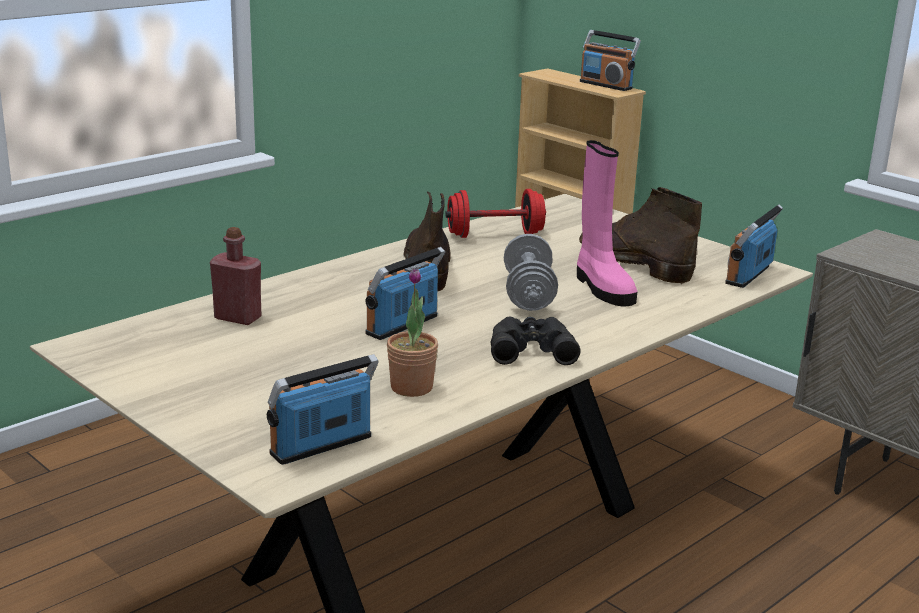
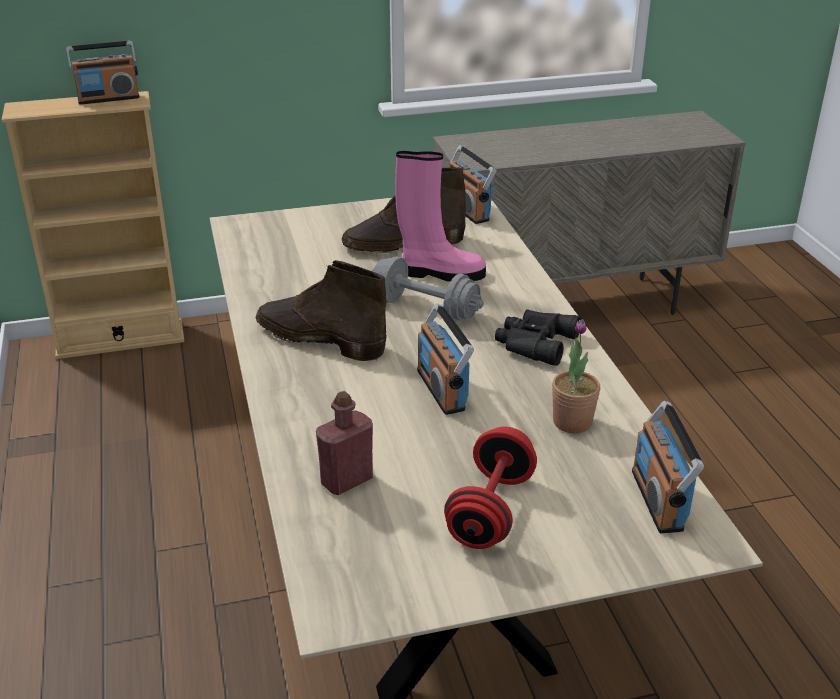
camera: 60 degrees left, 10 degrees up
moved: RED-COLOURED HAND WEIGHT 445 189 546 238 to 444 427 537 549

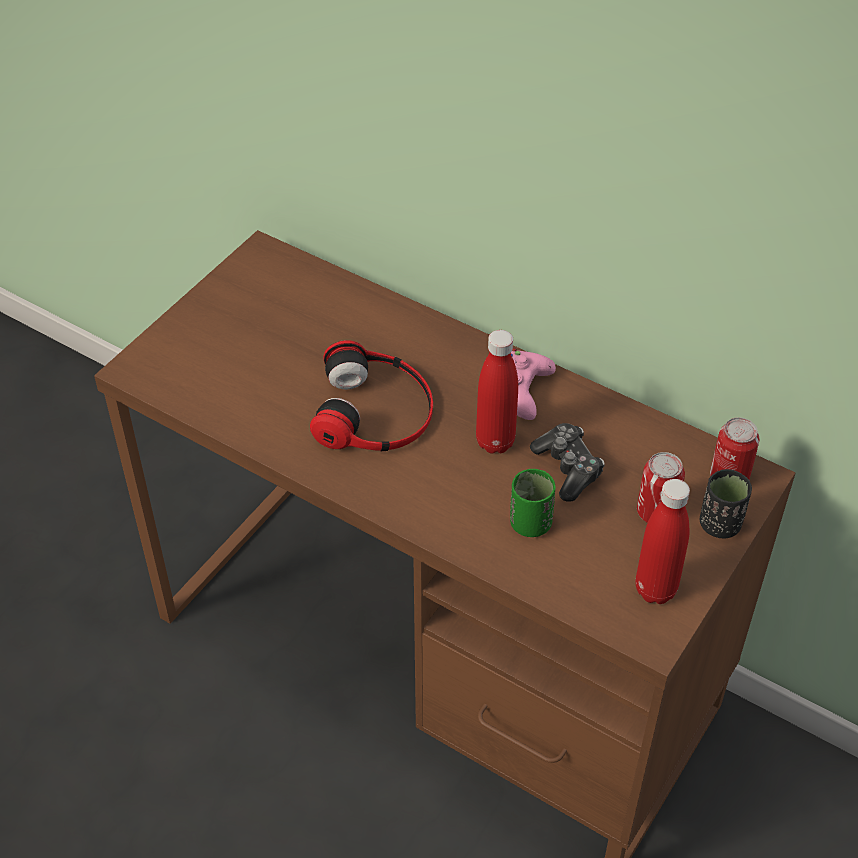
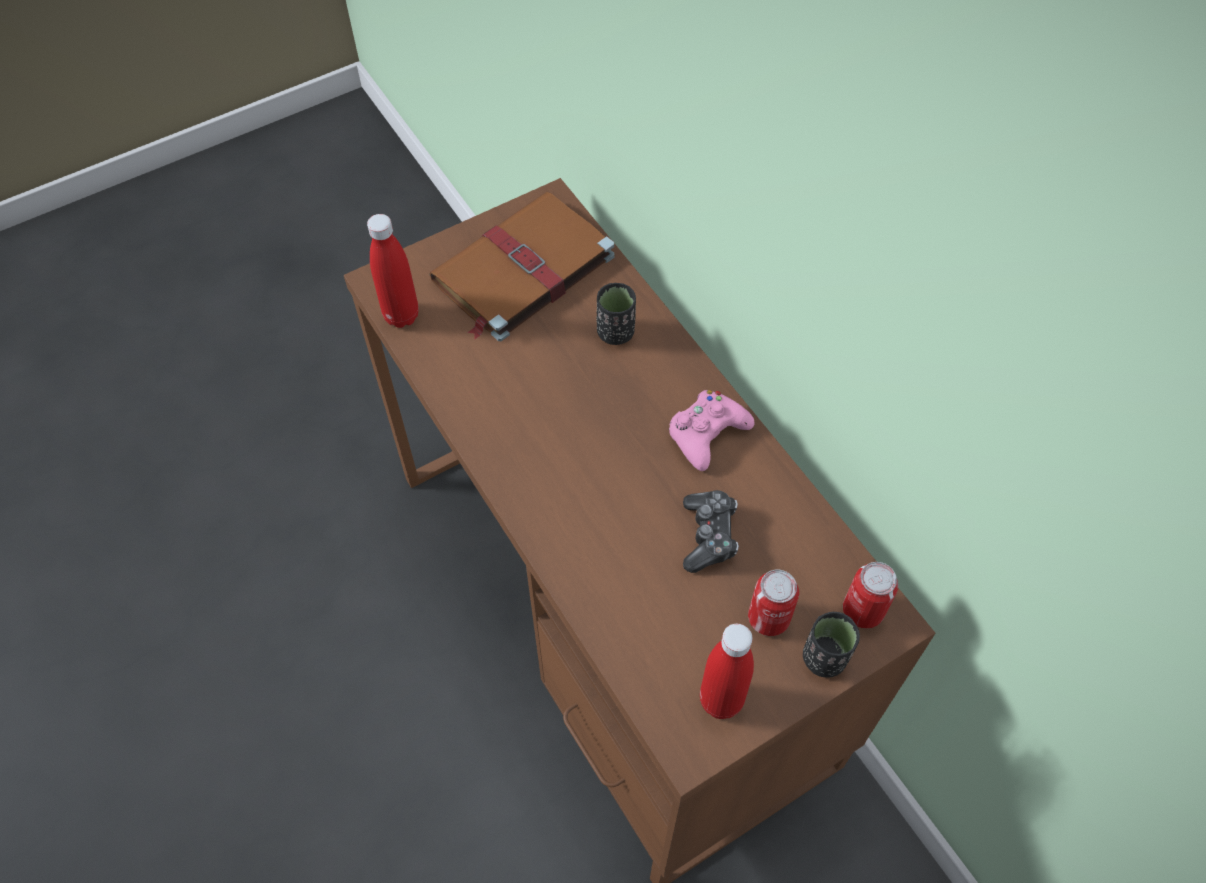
camera: 25 degrees right, 10 degrees up
removed: HEADSET 310 340 433 451; GREEN CUP 510 469 556 537
added: BROWN-COLOURED BOUND BOOK 429 192 614 341; BLACK CUP 597 283 636 345
moved: RED-COLOURED DRINK BOTTLE 476 330 518 454 to 367 214 419 328

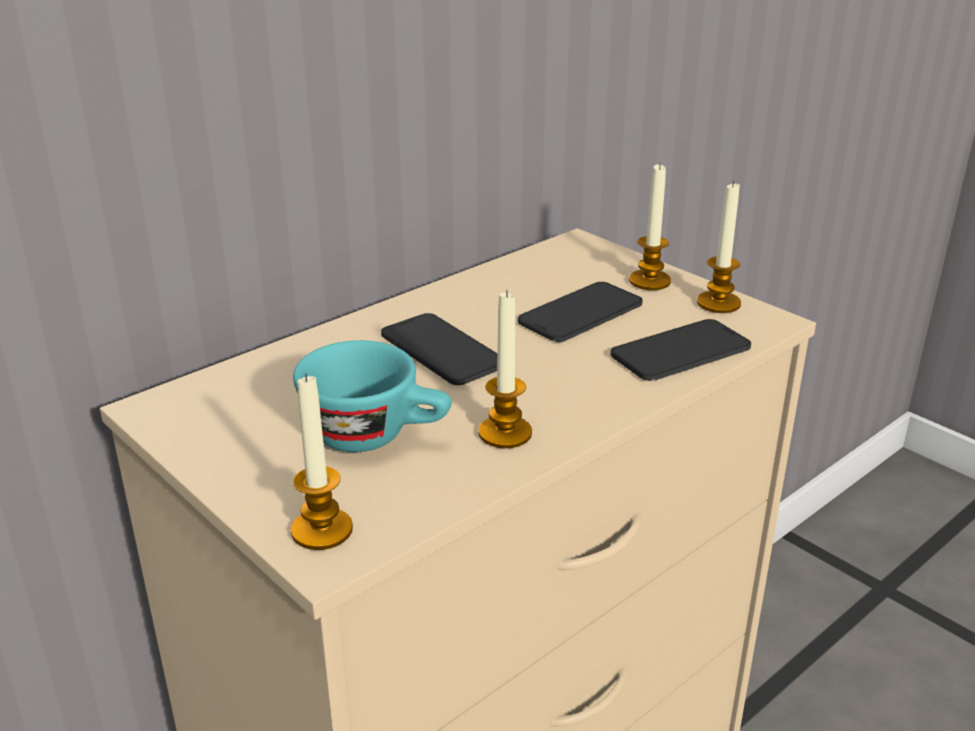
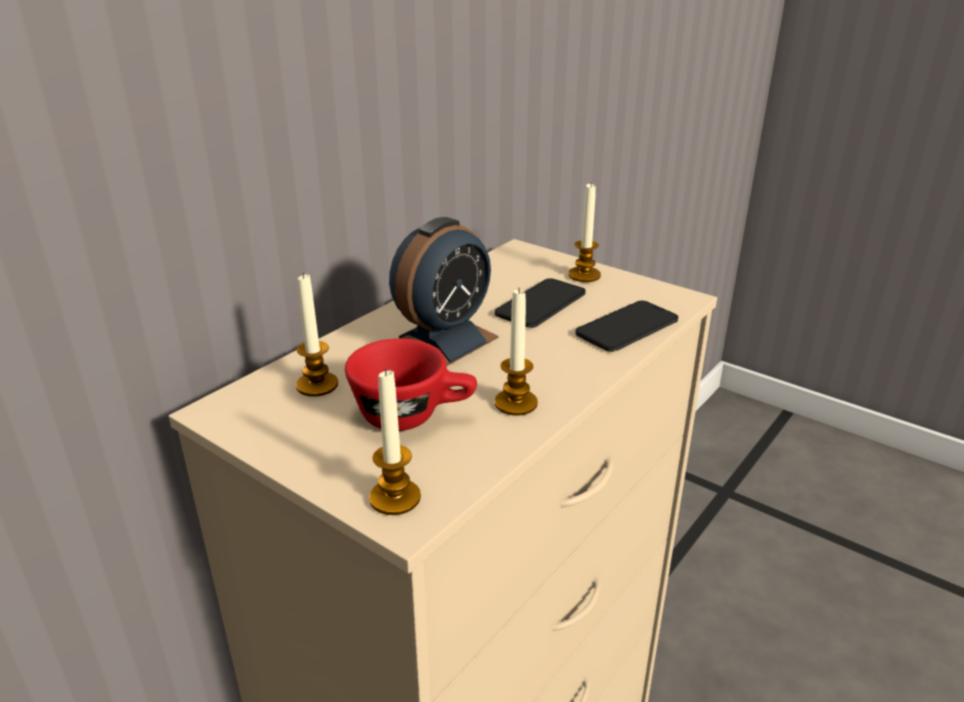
camera: 10 degrees left, 0 degrees up
moved: CANDLE 697 181 741 313 to 296 273 338 397
replaced: HANDSET 381 313 497 385 to TABLE CLOCK 389 217 499 366
recoloured: BLUE-GREEN CUP 293 340 452 452 to RED-COLOURED CUP 345 339 477 431

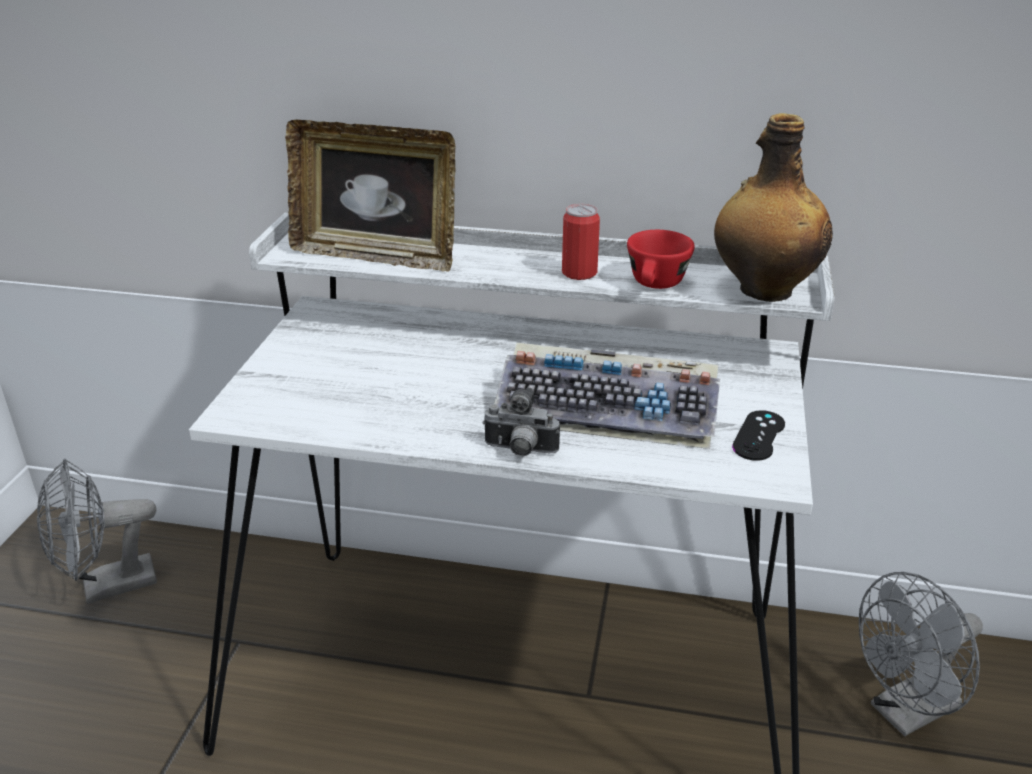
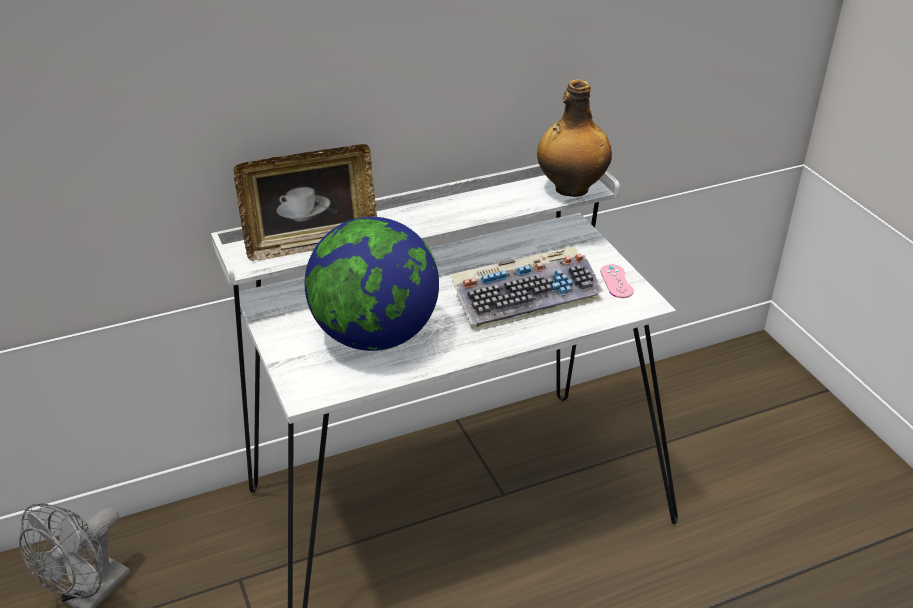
camera: 35 degrees left, 5 degrees up
removed: STILL CAMERA 482 387 560 457; METAL CAN 562 204 600 280; RED-COLOURED CUP 627 230 695 289; GRAY FAN 859 572 983 737
added: WORLD GLOBE 305 217 439 351
recoloured: BLACK GAME CONTROLLER 732 410 785 461 to PINK-COLOURED GAME CONTROLLER 600 264 634 298

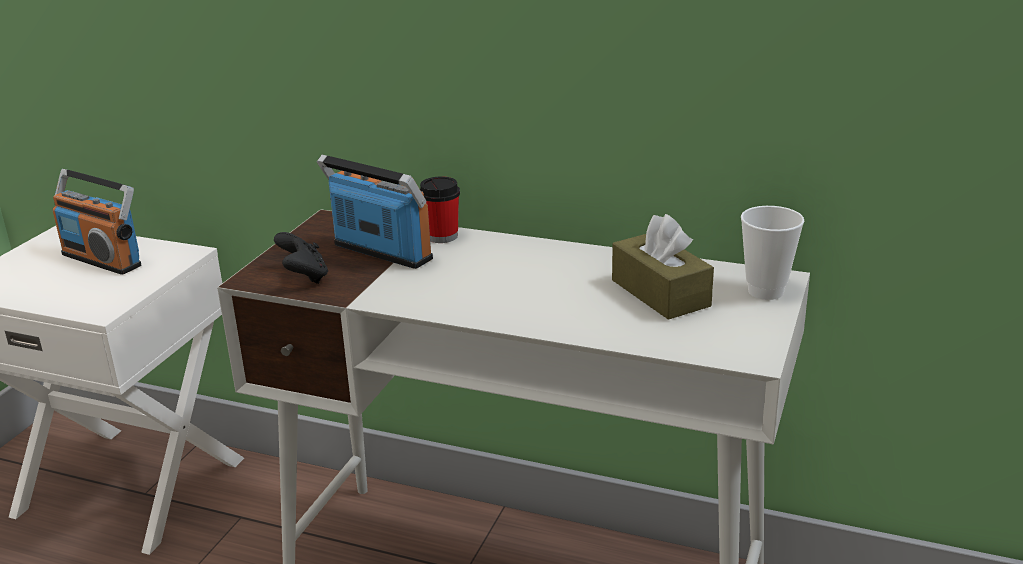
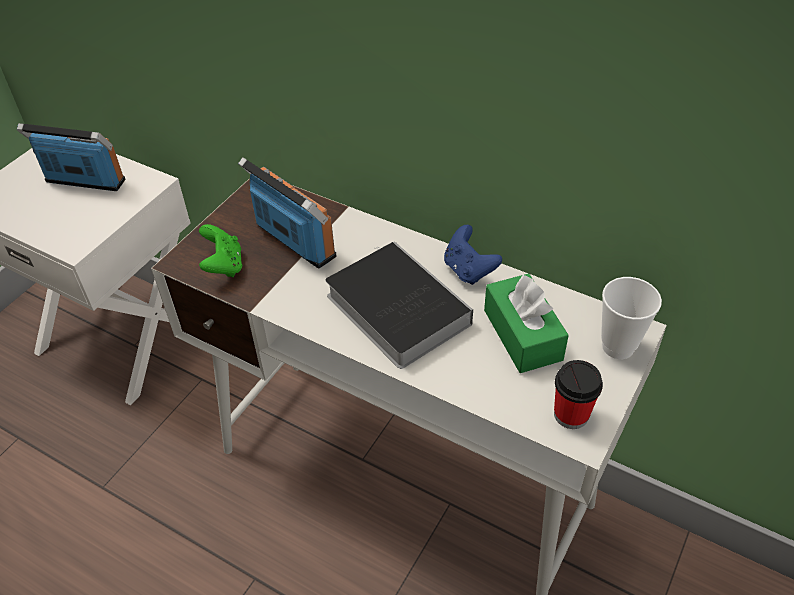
camera: 10 degrees right, 20 degrees up
added: BOUND BOOK 325 241 473 369; BLUE-COLOURED GAME CONTROLLER 444 225 502 285
moved: CUP 420 176 460 243 to 554 360 603 429
recoloured: BLACK GAME CONTROLLER 274 232 328 284 to GREEN GAME CONTROLLER 199 224 242 277; BROWN-COLOURED TISSUE HOLDER 612 214 714 320 to GREEN TISSUE HOLDER 484 274 569 373
turned: RADIO RECEIVER 53 169 141 275 = 17 123 126 191 150 degrees clockwise

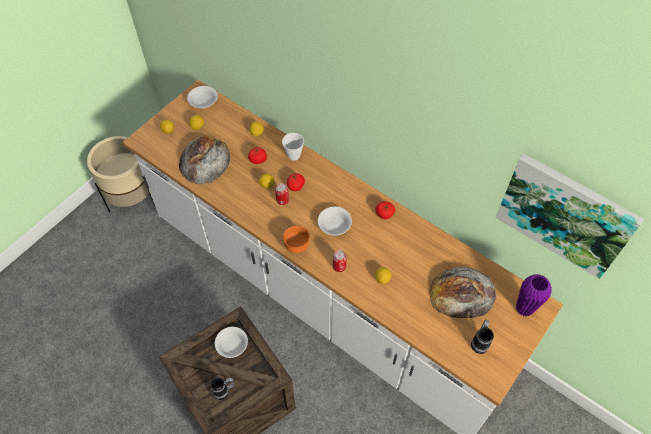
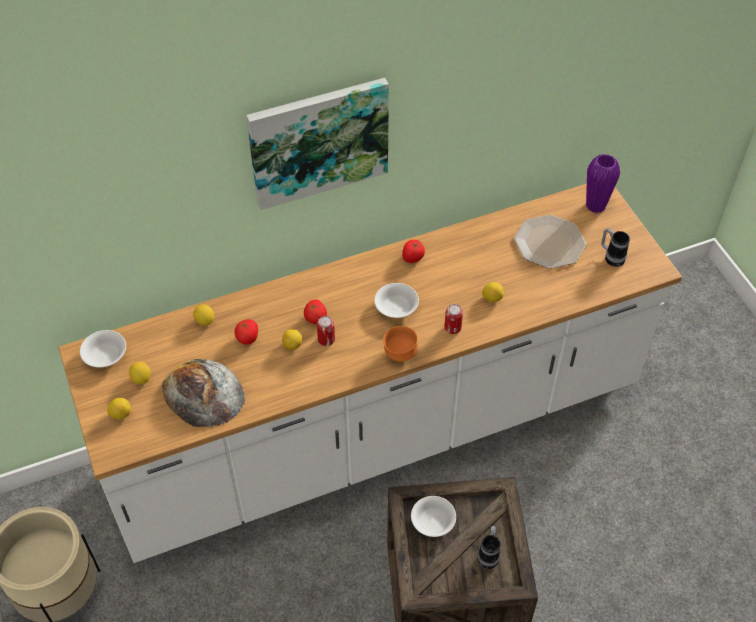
camera: 60 degrees left, 5 degrees down
removed: CUP 282 133 304 161
moved: WALL ART 496 153 644 279 to 246 78 389 210
replaced: BAKED BREAD 430 267 497 318 to FLAT DISH 514 215 586 269

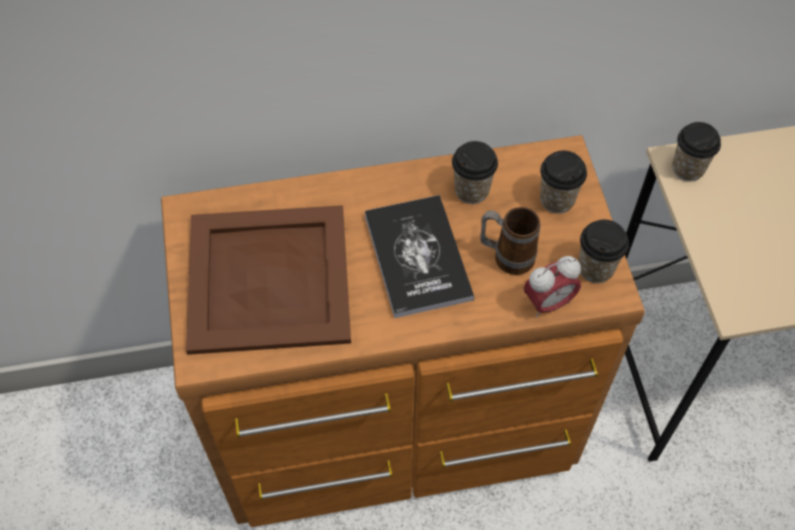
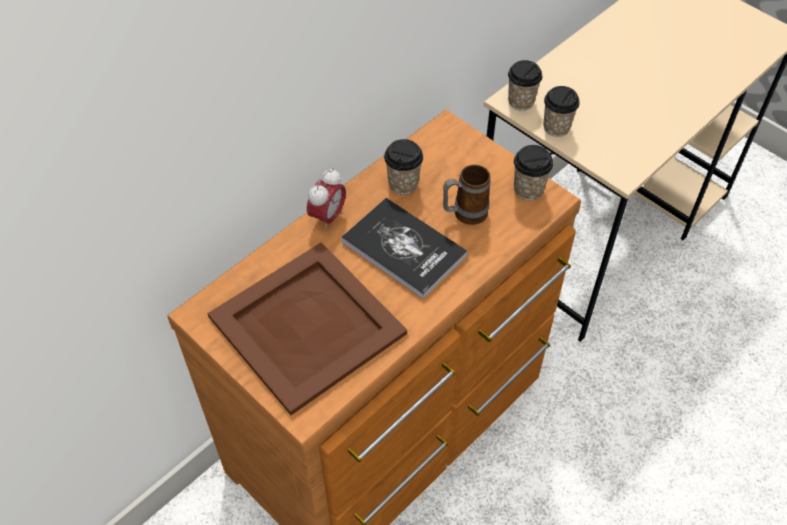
camera: 35 degrees left, 5 degrees down
moved: TABLE CLOCK 524 256 581 318 to 307 168 346 231; CUP 540 151 587 214 to 543 86 580 137

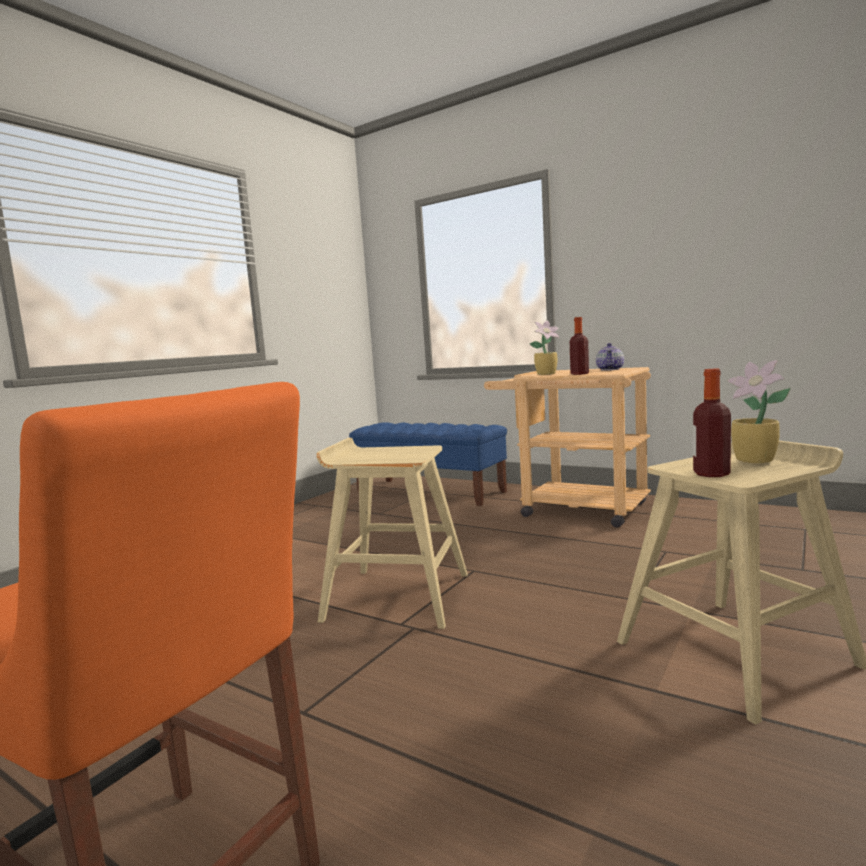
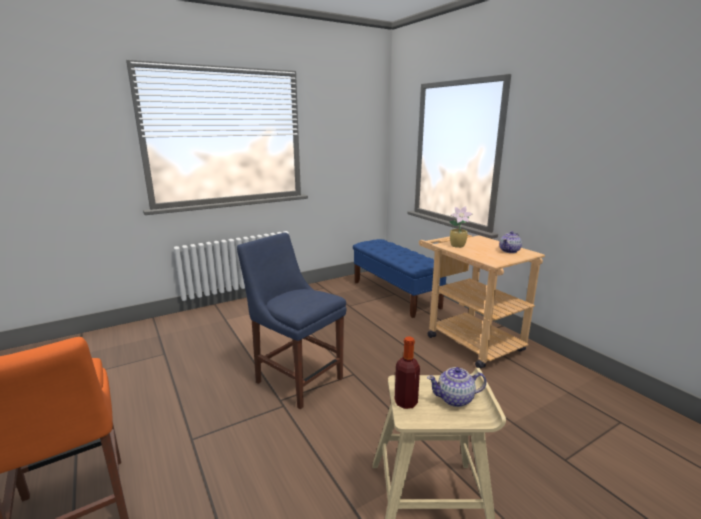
camera: 25 degrees right, 10 degrees up
removed: DRINK BOTTLE 570 317 589 375
replaced: BEIGE-COLOURED STOOL 316 438 468 629 to BLUE-COLOURED CHAIR 237 232 347 409; POTTED PLANT 728 360 790 463 to TEAPOT 427 367 487 407

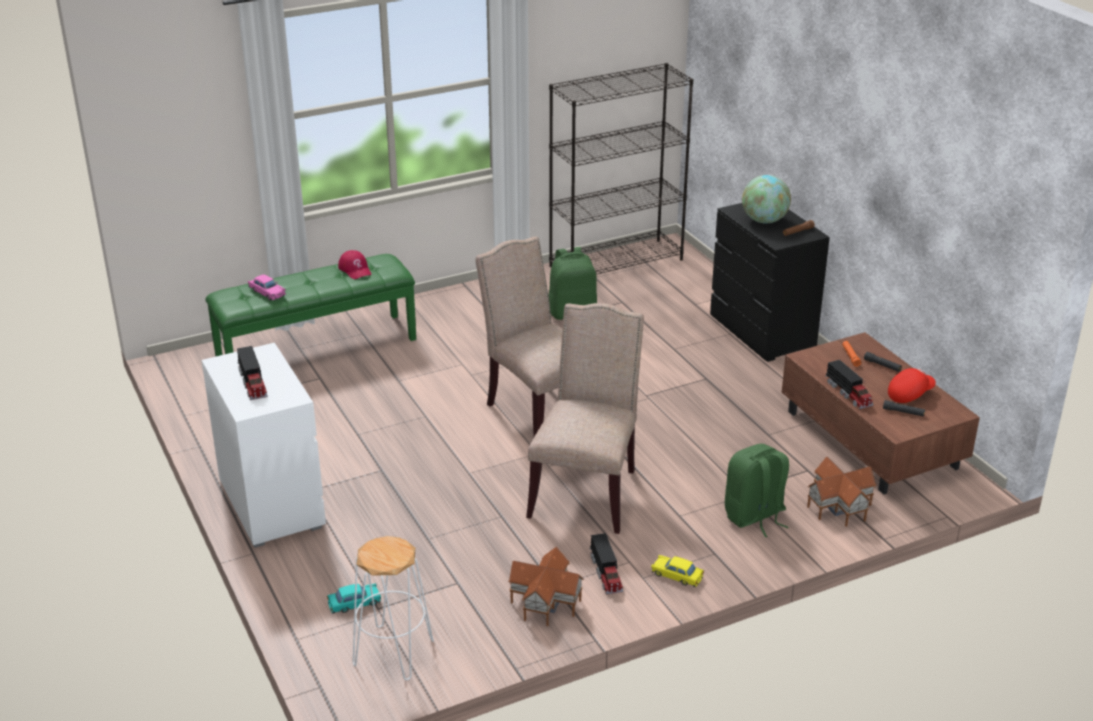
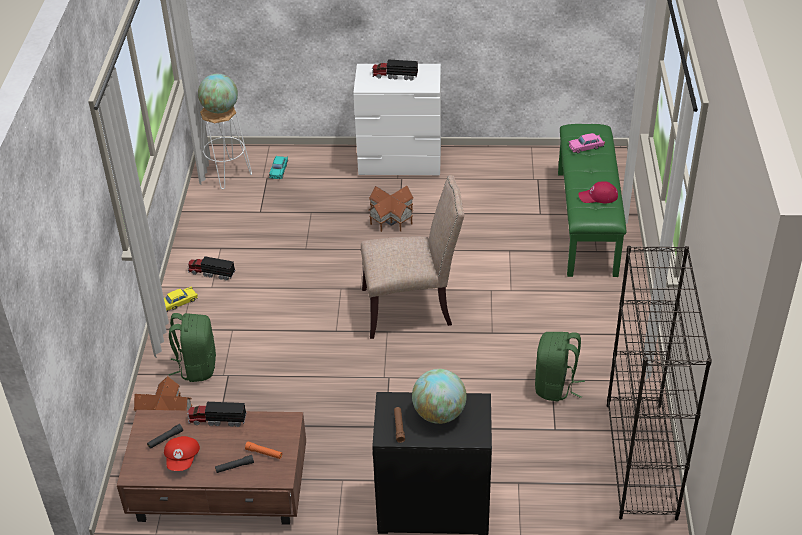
camera: 120 degrees right, 10 degrees up
removed: BEIGE-COLOURED CHAIR 526 303 644 534
added: WORLD GLOBE 198 74 238 113
moved: TOY HOUSE 508 547 584 626 to 368 186 414 232

